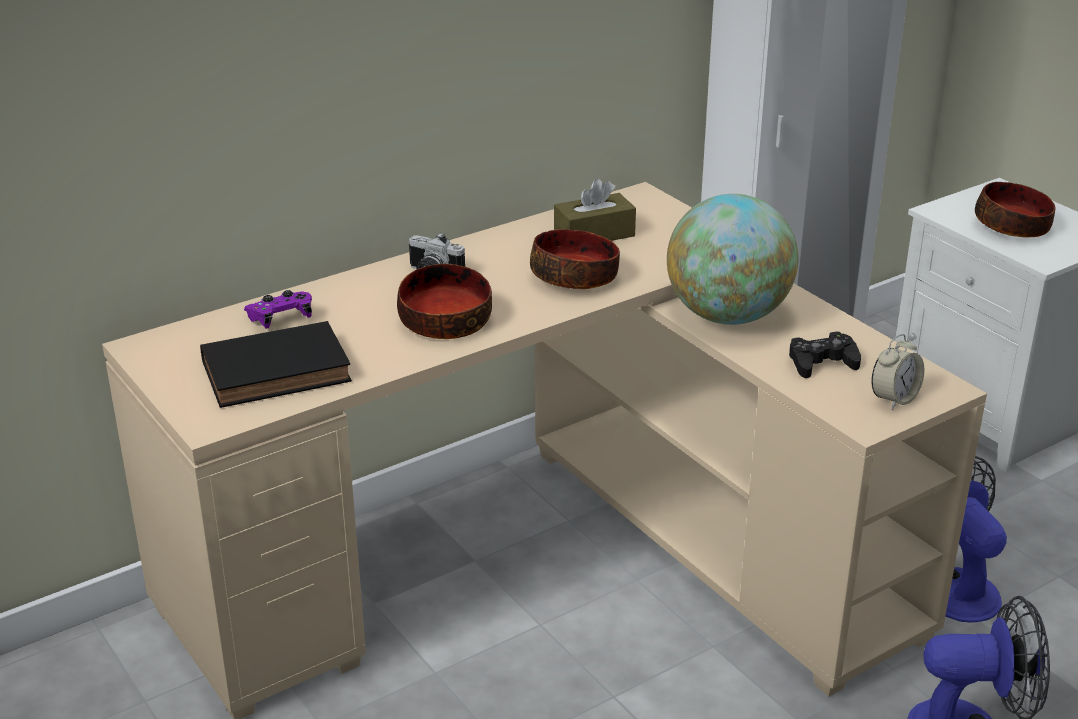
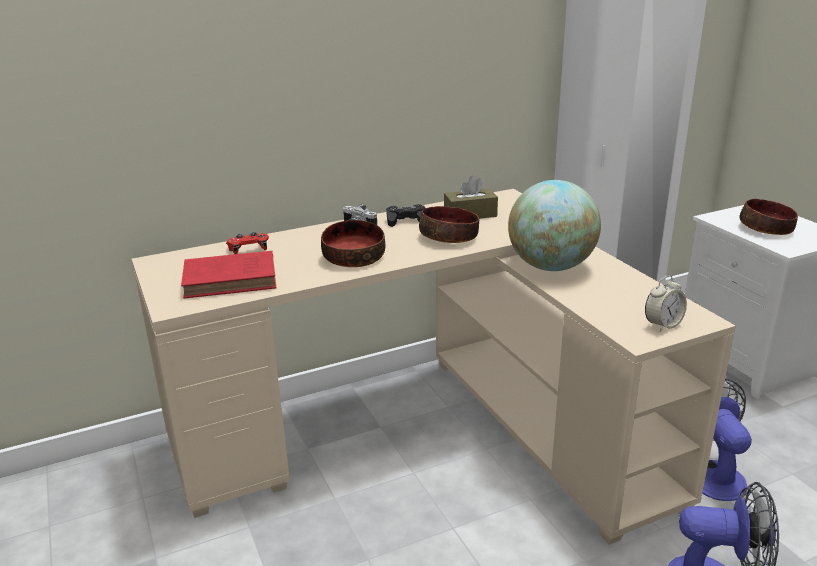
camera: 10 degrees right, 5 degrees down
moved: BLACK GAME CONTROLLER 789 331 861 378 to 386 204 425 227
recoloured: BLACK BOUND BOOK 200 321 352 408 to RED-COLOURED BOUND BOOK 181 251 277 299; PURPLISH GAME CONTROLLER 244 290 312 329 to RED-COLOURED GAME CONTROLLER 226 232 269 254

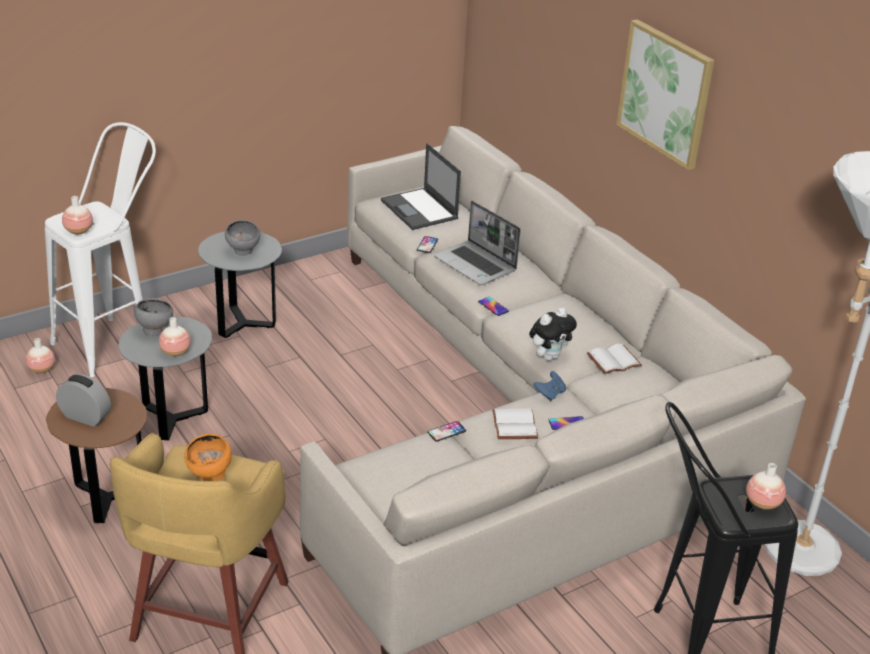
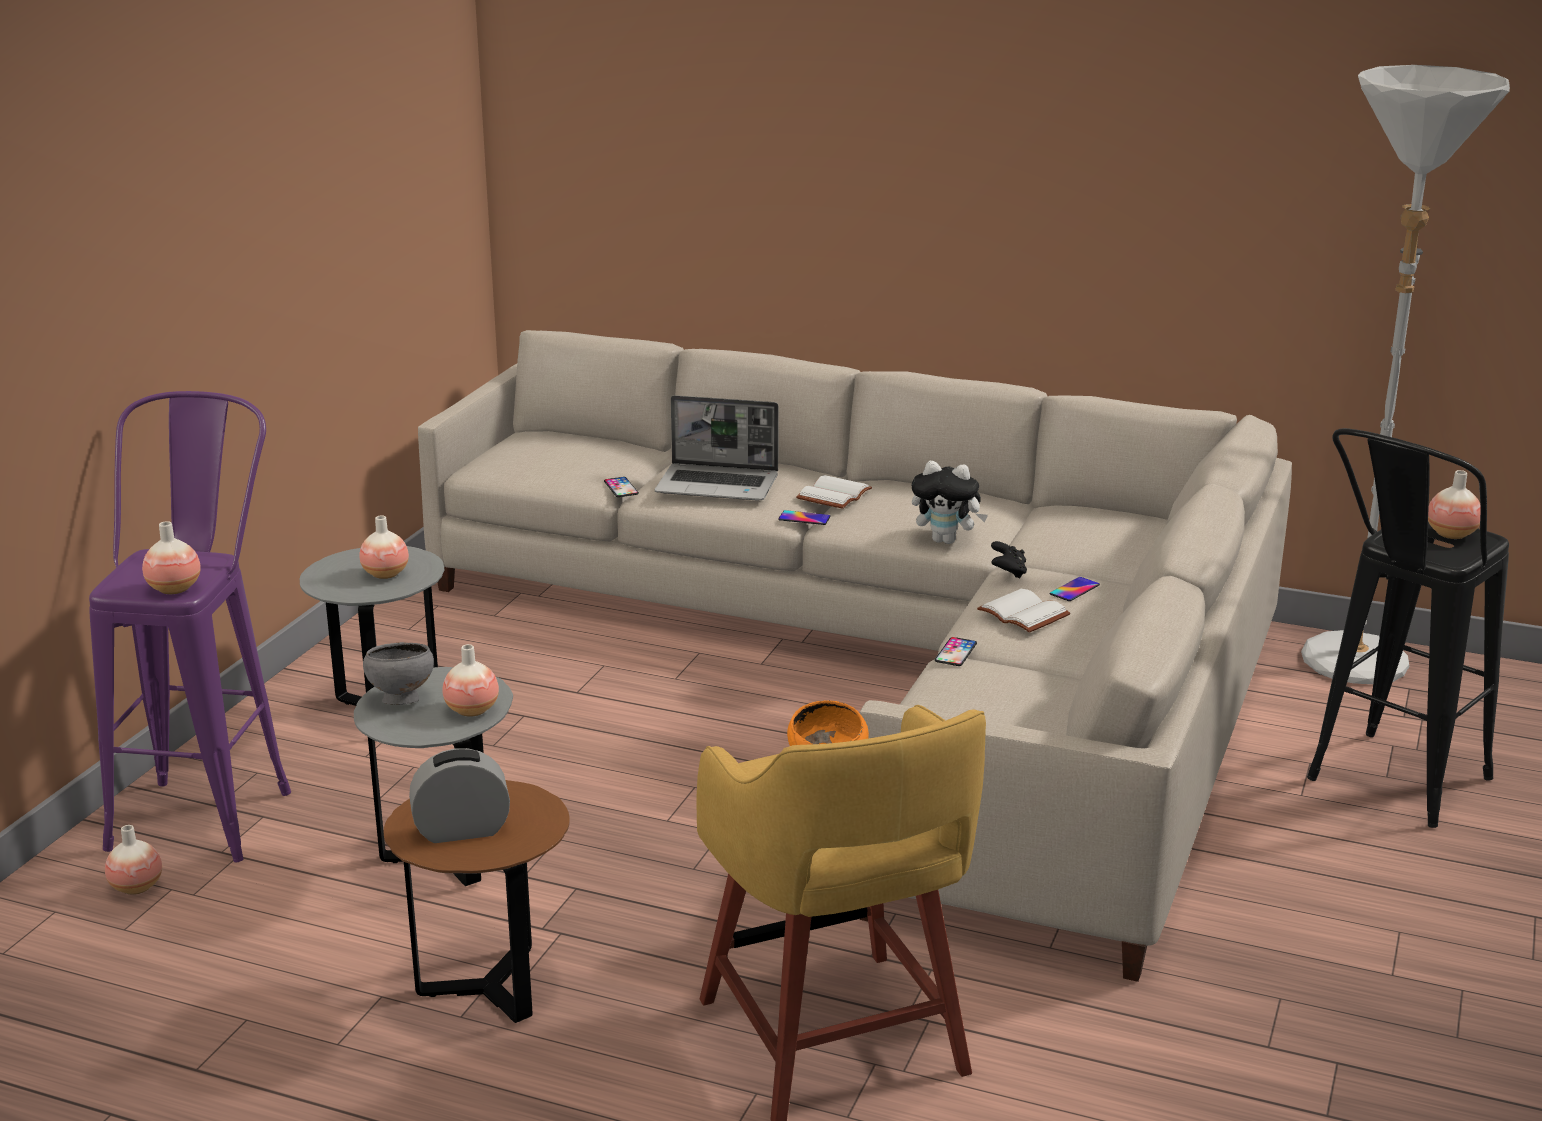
camera: 35 degrees left, 10 degrees down
removed: LAPTOP 381 143 461 230; WALL ART 616 19 714 170
moved: WHITE-COLOURED BOUND BOOK 587 344 642 374 to 796 475 872 509
replaced: GRAY SERVING BOWL 225 220 260 256 to DECORATIVE VASE 359 515 409 579
recoloured: WHITE-COLOURED STOOL 45 122 156 377 to PURPLISH STOOL 89 391 291 862; BLUE-COLOURED GAME CONTROLLER 533 371 566 401 to BLACK GAME CONTROLLER 991 541 1027 579
turned: PLUSH TOY 529 307 577 361 = 911 461 988 544 90 degrees clockwise

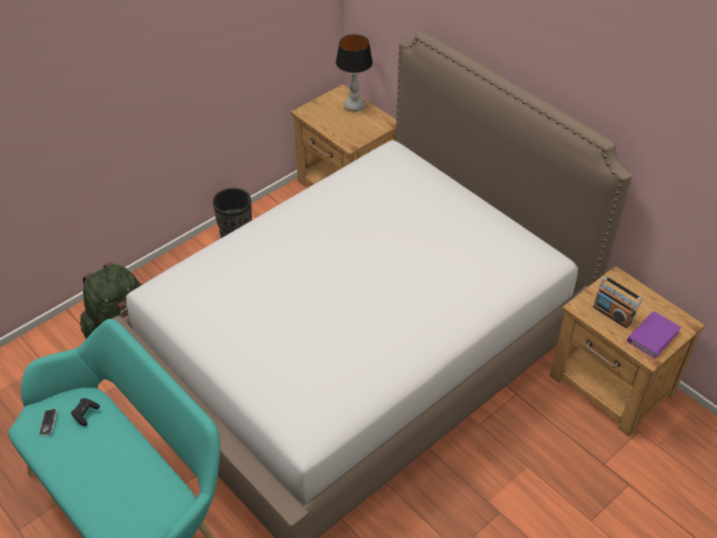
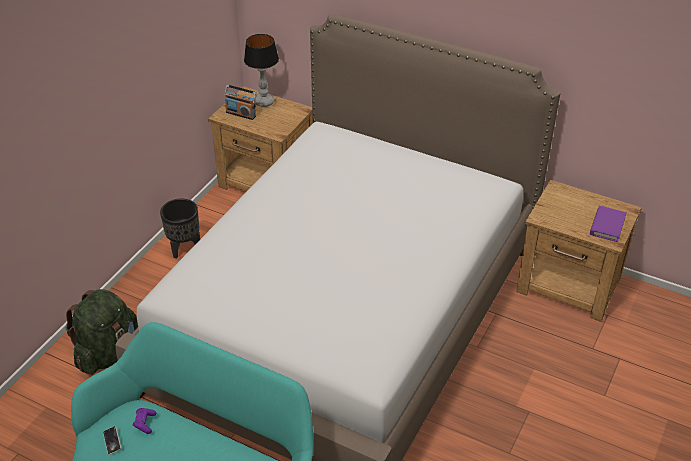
camera: 20 degrees left, 5 degrees down
moved: RADIO RECEIVER 593 276 642 328 to 225 85 257 120
recoloured: BLACK GAME CONTROLLER 71 398 100 426 to PURPLISH GAME CONTROLLER 133 408 156 434

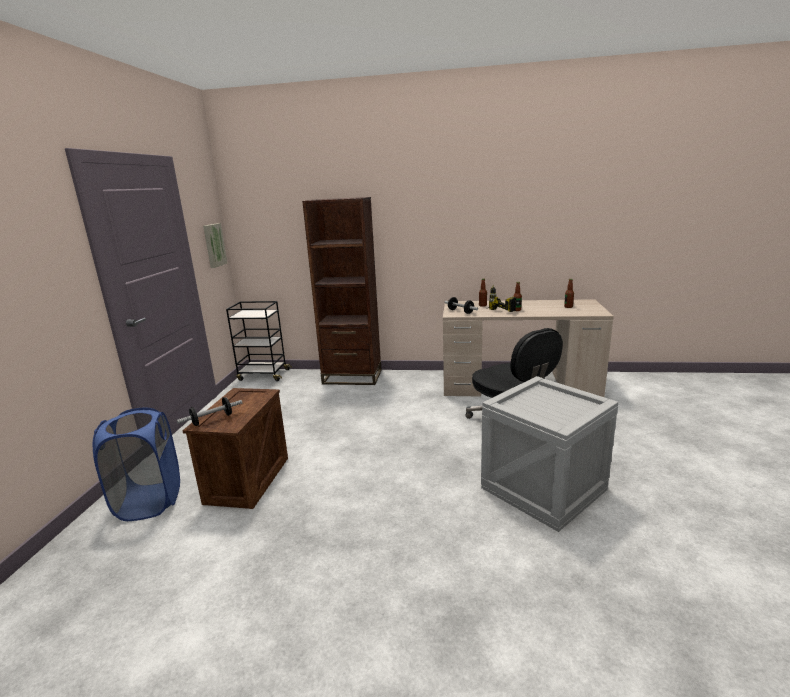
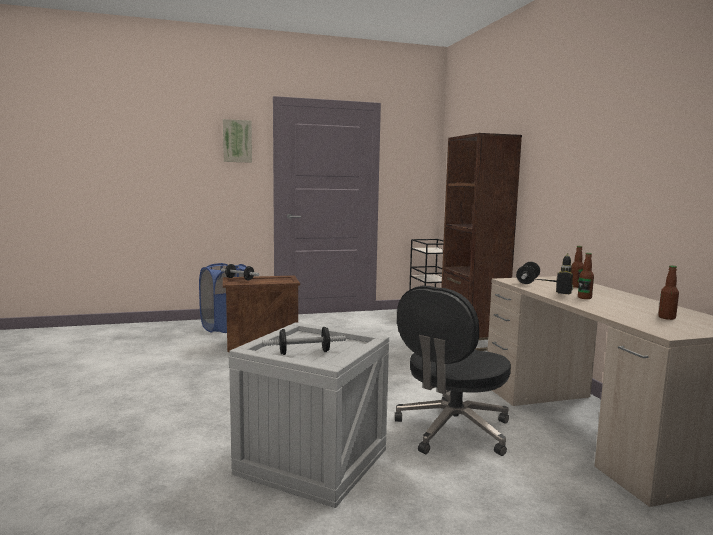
camera: 65 degrees right, 10 degrees down
added: HAND WEIGHT 262 327 346 355
moved: WALL ART 203 223 227 268 to 223 119 252 163

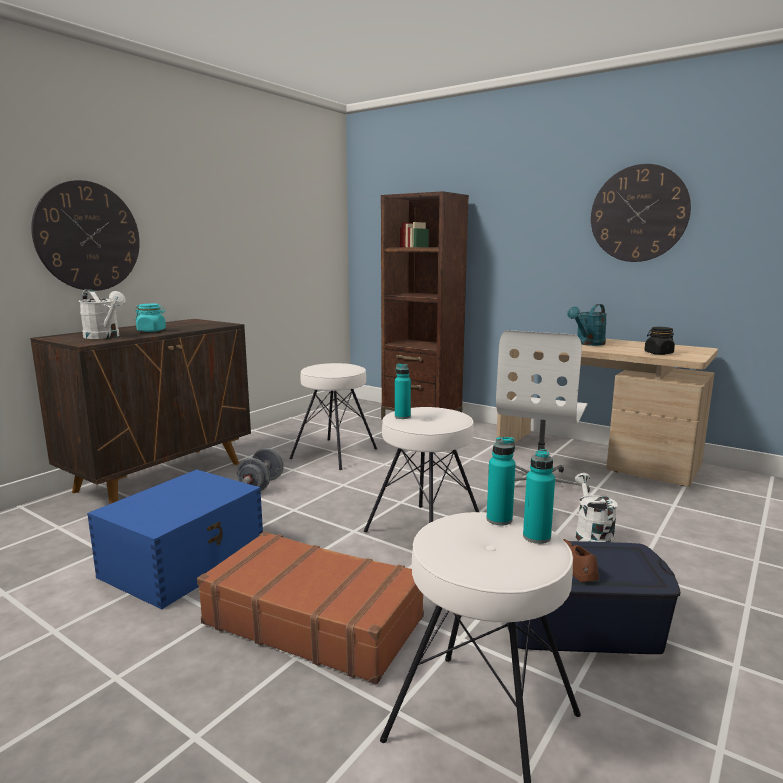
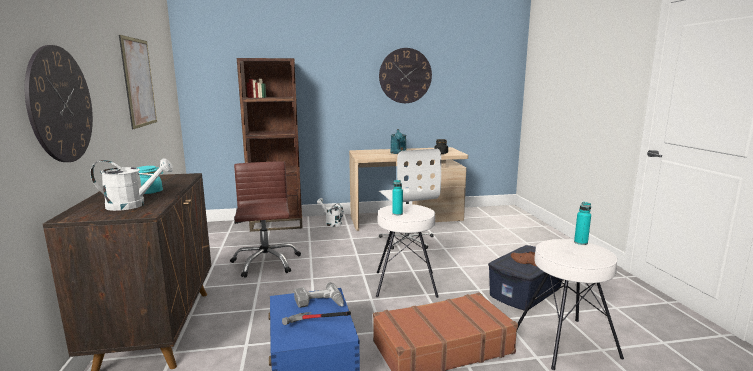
camera: 45 degrees left, 0 degrees up
removed: GRAY HAND WEIGHT 237 448 284 491; BLUE-GREEN DRINK BOTTLE 487 437 516 525
added: WALL ART 119 35 157 130; HAMMER 282 311 351 325; DRILL 294 282 344 308
moved: WHITE-COLOURED WATERING CAN 575 473 618 542 to 317 198 343 227
replaced: WHITE-COLOURED STOOL 289 363 377 470 to BROWN-COLOURED COMPUTER CHAIR 230 161 301 278

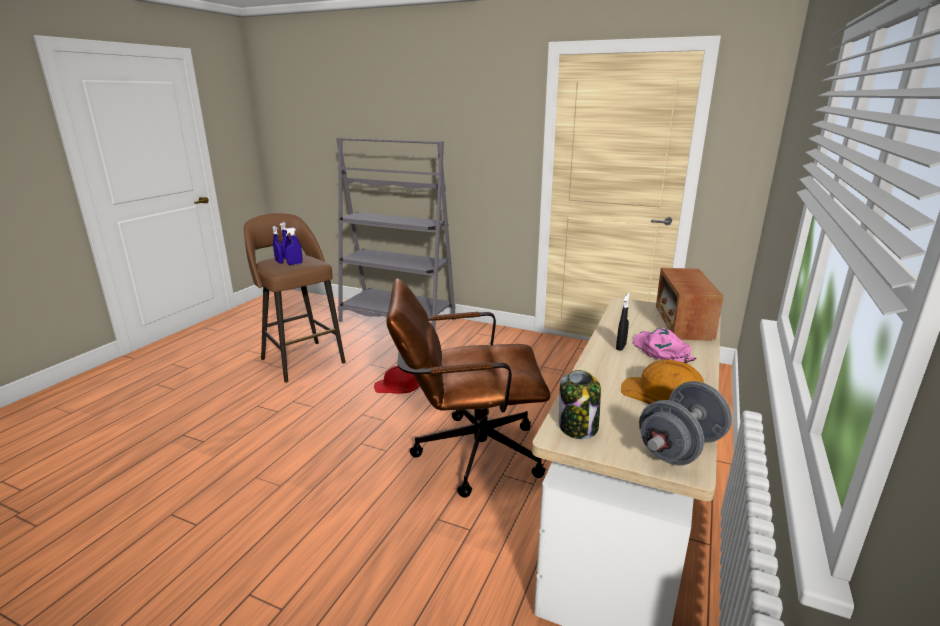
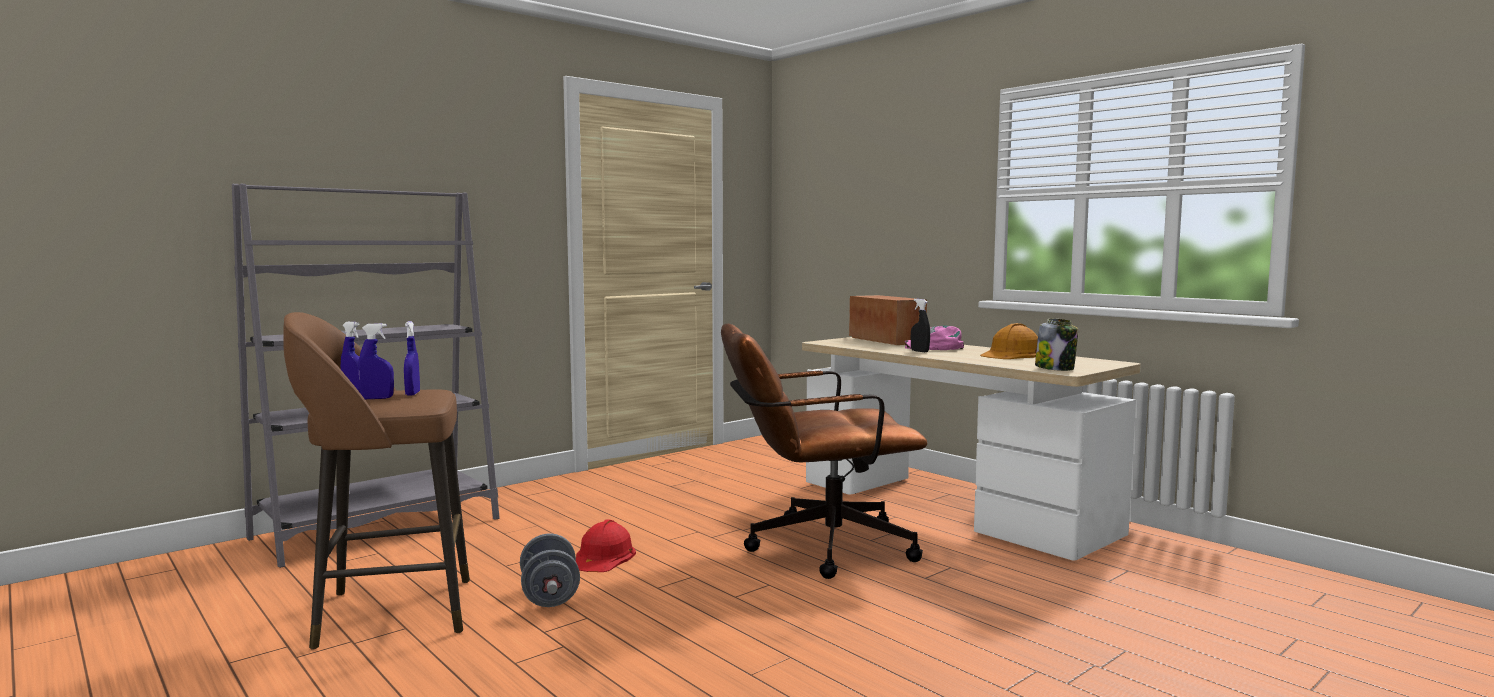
camera: 65 degrees left, 15 degrees down
moved: GRAY HAND WEIGHT 639 381 732 466 to 520 534 580 607
turned: BROWN-COLOURED COMPUTER CHAIR 386 279 550 498 = 721 324 927 579 60 degrees clockwise; RADIO RECEIVER 656 268 724 341 = 849 295 927 345 150 degrees counterclockwise

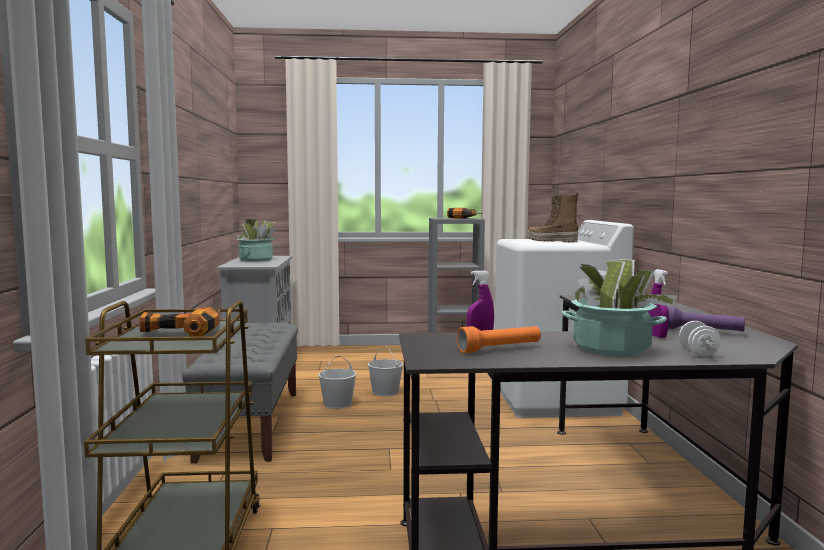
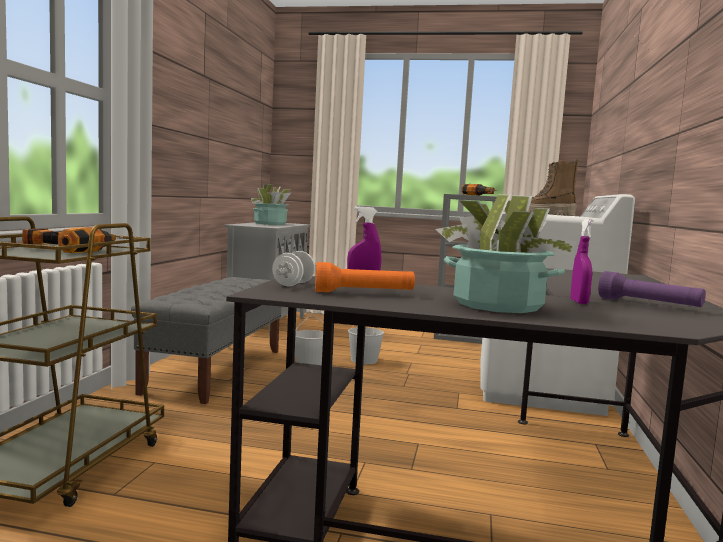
camera: 15 degrees right, 0 degrees up
moved: WHITE-COLOURED HAND WEIGHT 679 321 721 357 to 272 251 315 286

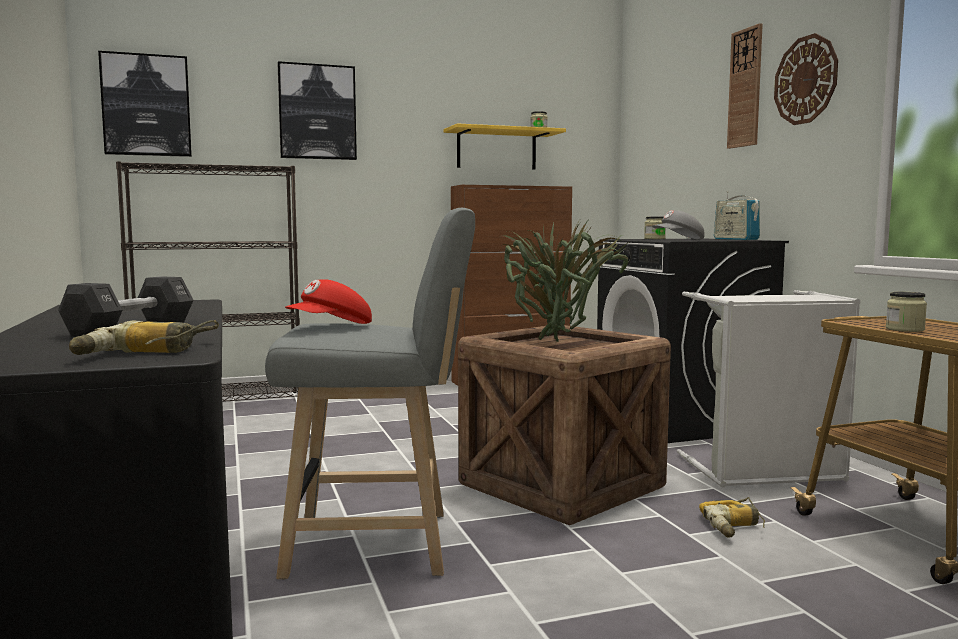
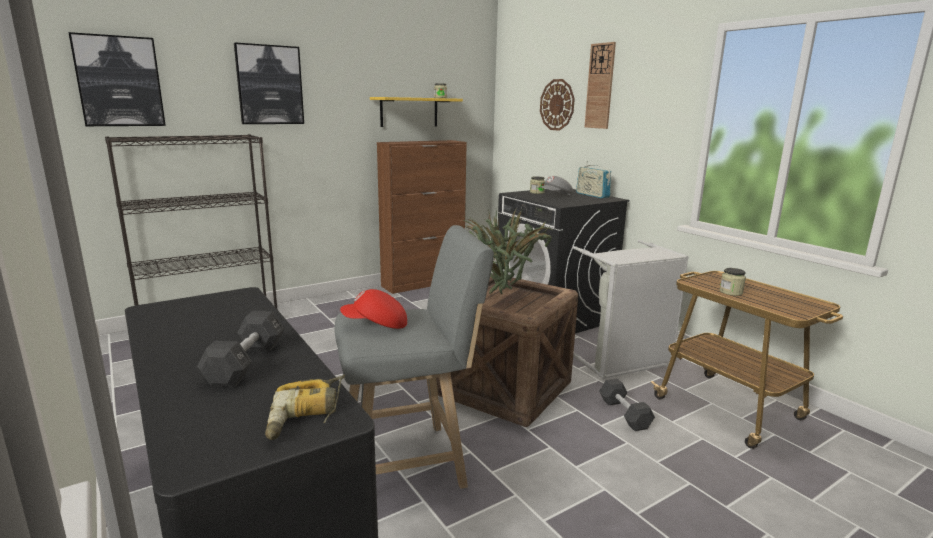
camera: 15 degrees left, 10 degrees up
moved: CLOCK ON THE WALL 774 33 838 125 to 540 79 575 131
replaced: DRILL 699 497 765 538 to BLACK HAND WEIGHT 599 379 655 431
turned: RED-COLOURED BASEBALL CAP 285 279 372 324 = 340 289 407 329 60 degrees clockwise

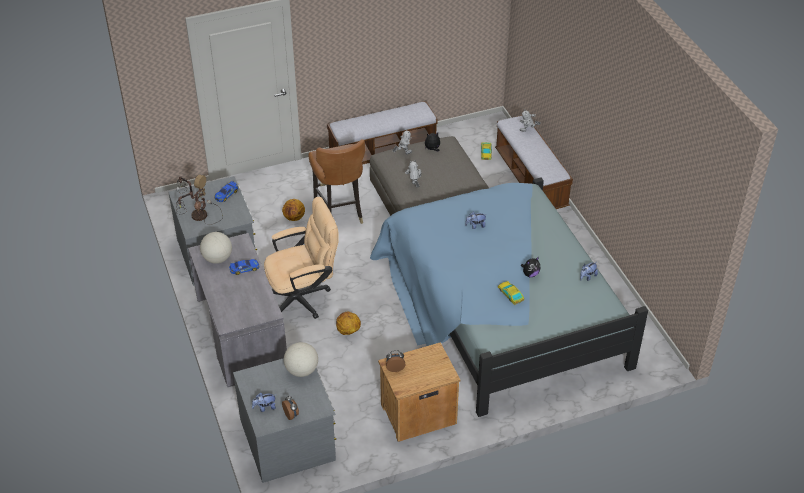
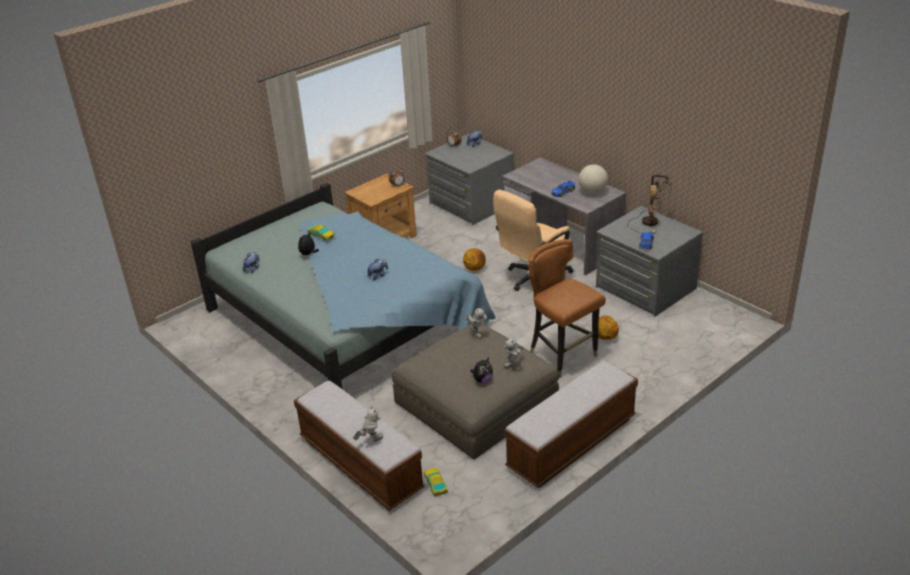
camera: 160 degrees right, 10 degrees down
removed: WORLD GLOBE 284 342 318 377

